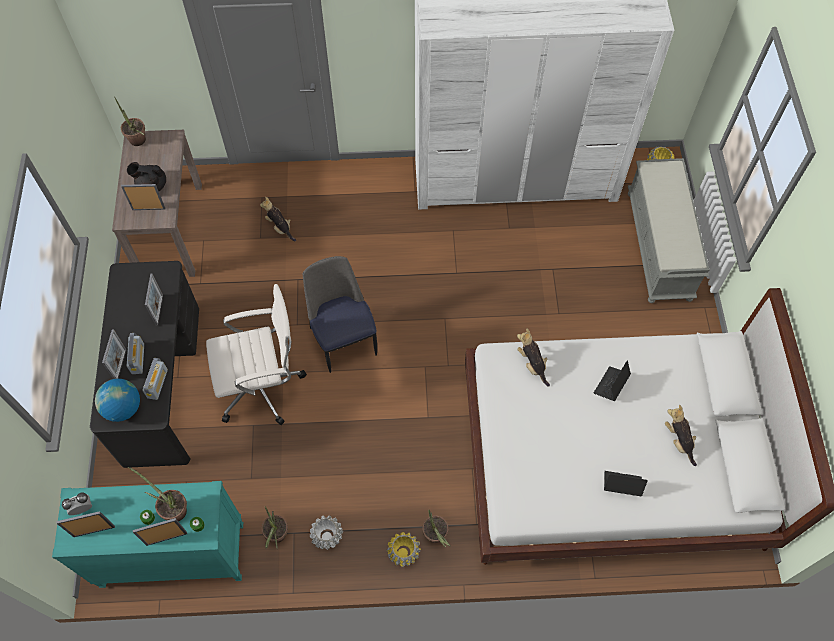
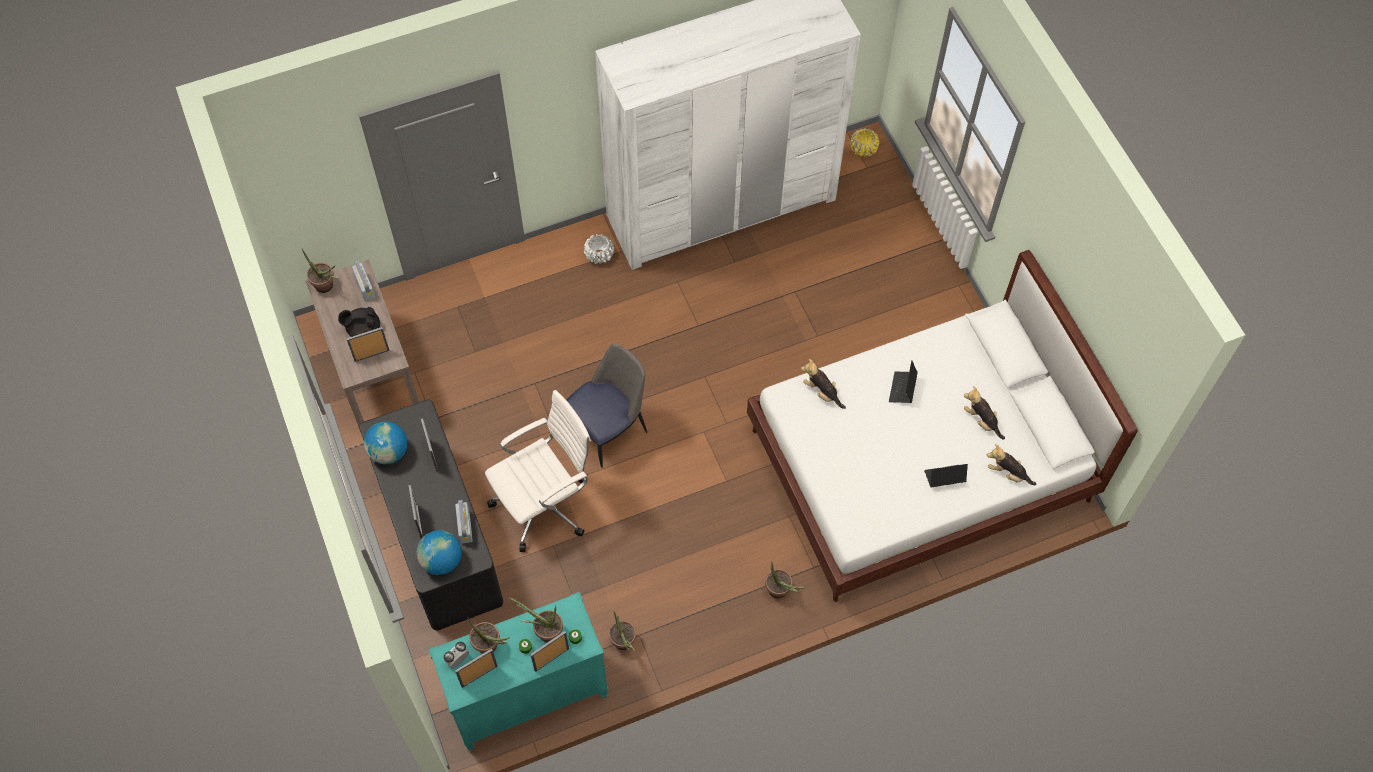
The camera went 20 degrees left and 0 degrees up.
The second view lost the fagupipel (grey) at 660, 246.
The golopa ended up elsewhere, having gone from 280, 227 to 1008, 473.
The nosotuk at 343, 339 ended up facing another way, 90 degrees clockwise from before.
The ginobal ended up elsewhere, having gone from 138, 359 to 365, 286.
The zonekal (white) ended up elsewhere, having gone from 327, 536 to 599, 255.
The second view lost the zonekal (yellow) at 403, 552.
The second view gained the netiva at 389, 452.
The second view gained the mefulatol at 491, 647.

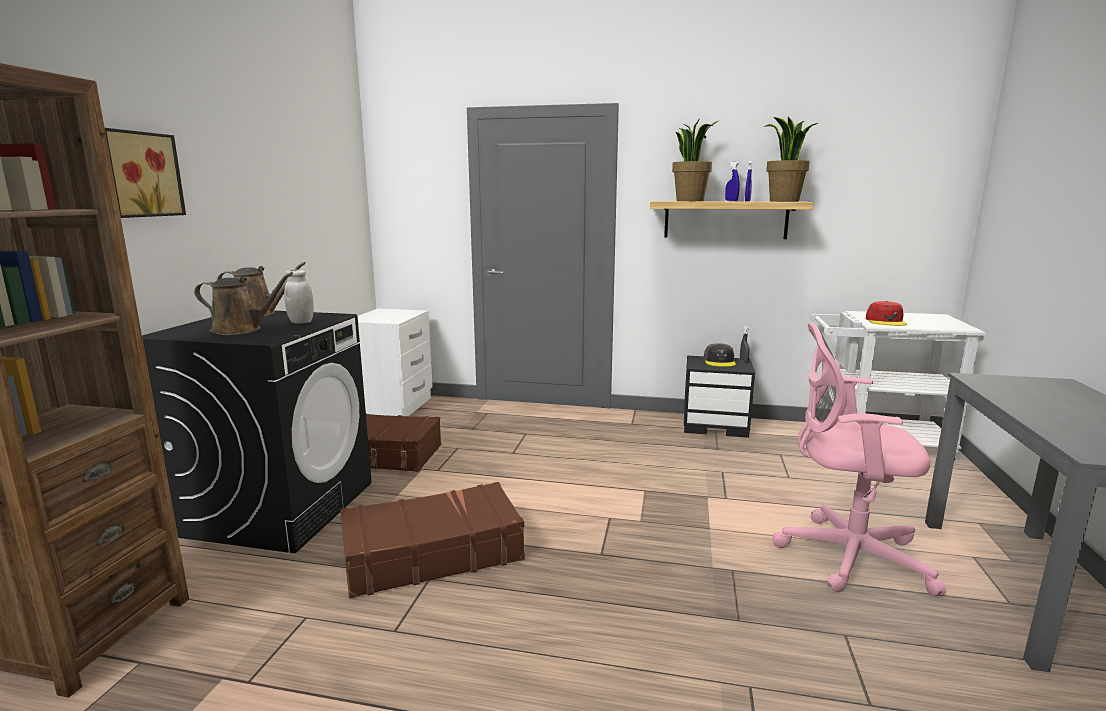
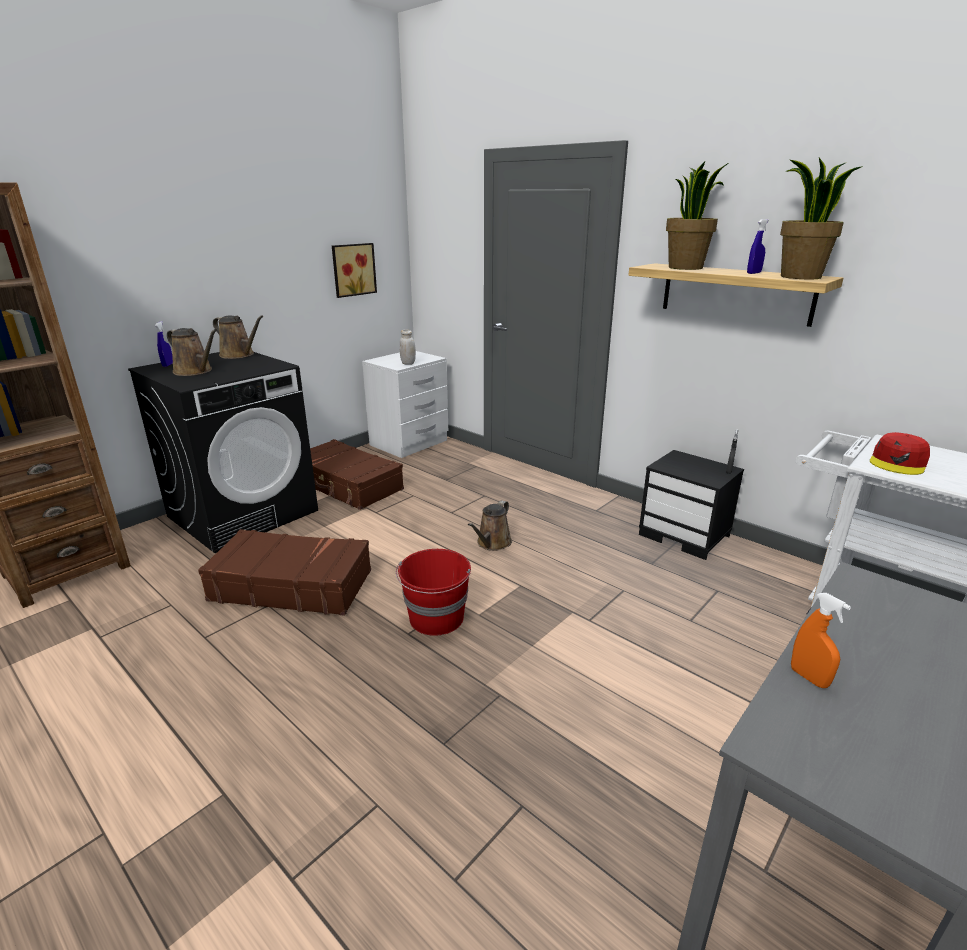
The camera went 30 degrees right and 10 degrees up.
The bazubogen ended up elsewhere, having gone from 140, 174 to 352, 269.
The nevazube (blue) ended up elsewhere, having gone from 731, 201 to 168, 365.
The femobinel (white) ended up elsewhere, having gone from 301, 322 to 408, 363.
The second view lost the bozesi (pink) at 845, 555.
The second view lost the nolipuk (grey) at 719, 361.
The second view gained the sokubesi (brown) at 492, 543.
The second view gained the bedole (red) at 436, 618.
The second view gained the nevazube (orange) at 808, 677.

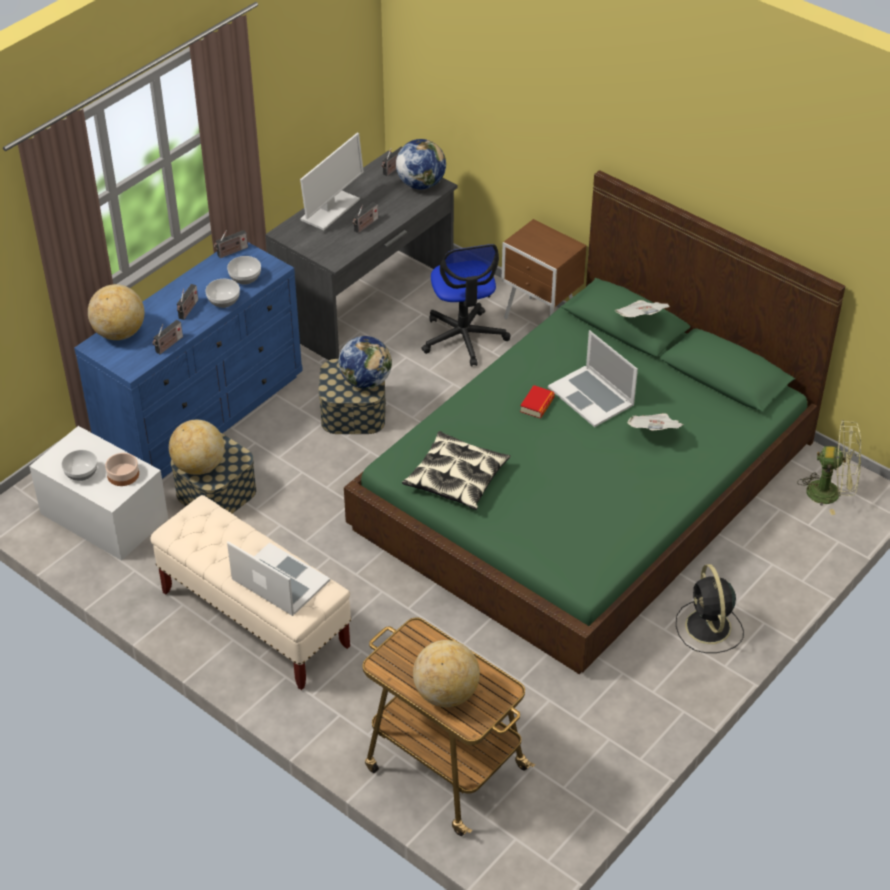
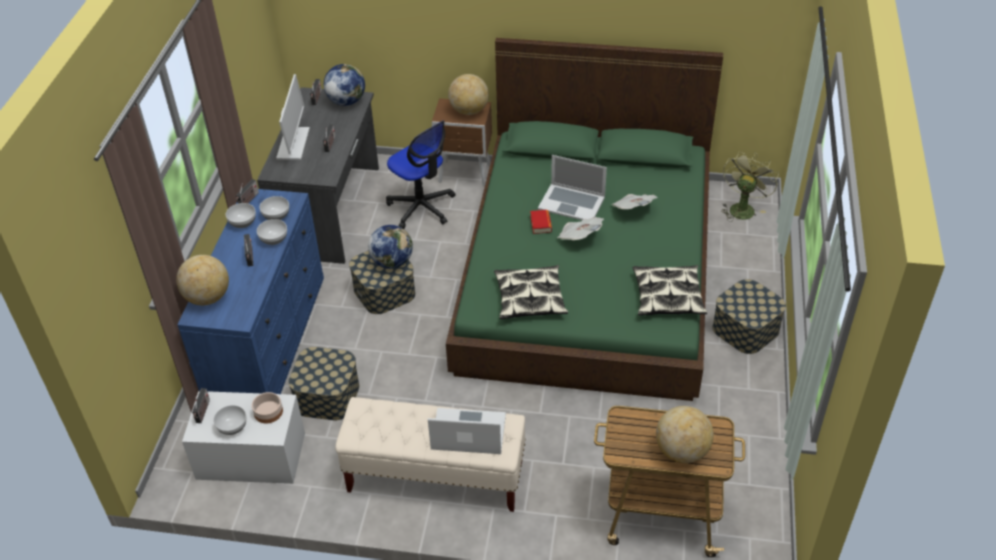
The camera went 30 degrees left and 0 degrees up.
The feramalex ended up elsewhere, having gone from 640, 319 to 579, 237.
The ginobal ended up elsewhere, having gone from 168, 345 to 203, 412.
The netiva ended up elsewhere, having gone from 199, 466 to 469, 111.
The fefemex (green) at 831, 493 ended up facing another way, 45 degrees counterclockwise from before.
Where the fefemex (black) stood at 708, 628, the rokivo came to stand at 745, 329.
The second view gained the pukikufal at 243, 222.
The second view gained the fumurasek at 667, 297.

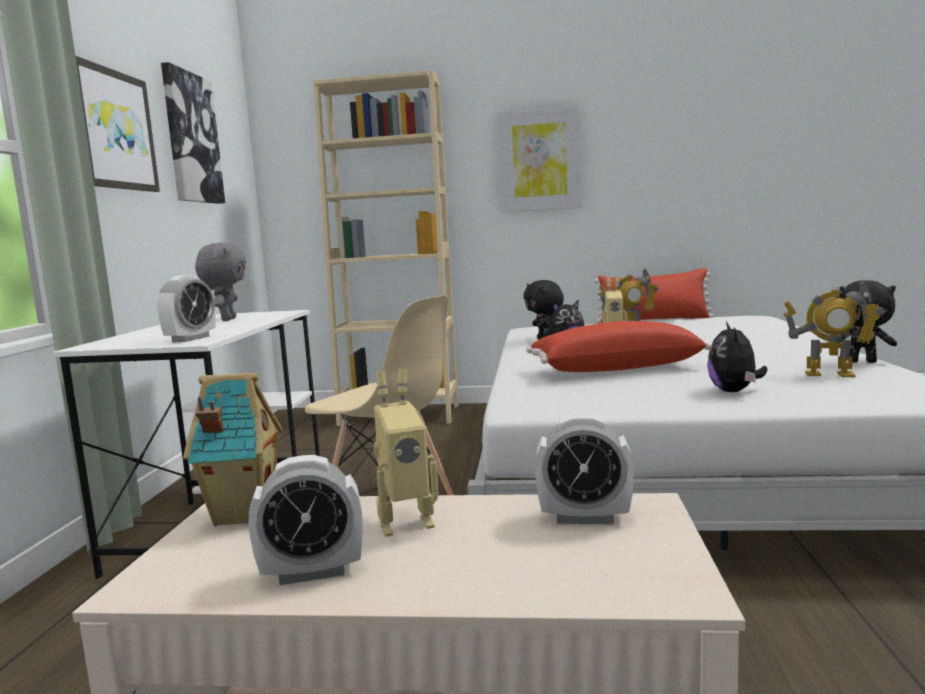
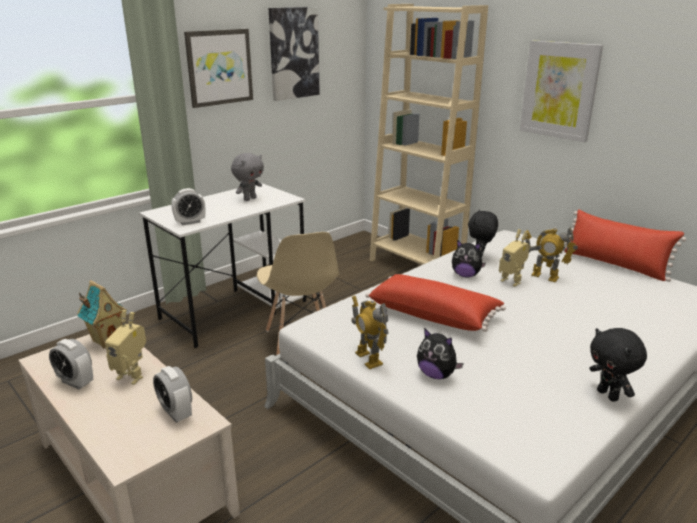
The camera went 40 degrees right and 15 degrees up.
The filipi ended up elsewhere, having gone from 829, 374 to 368, 359.
The golopa at 734, 391 ended up facing another way, 105 degrees counterclockwise from before.

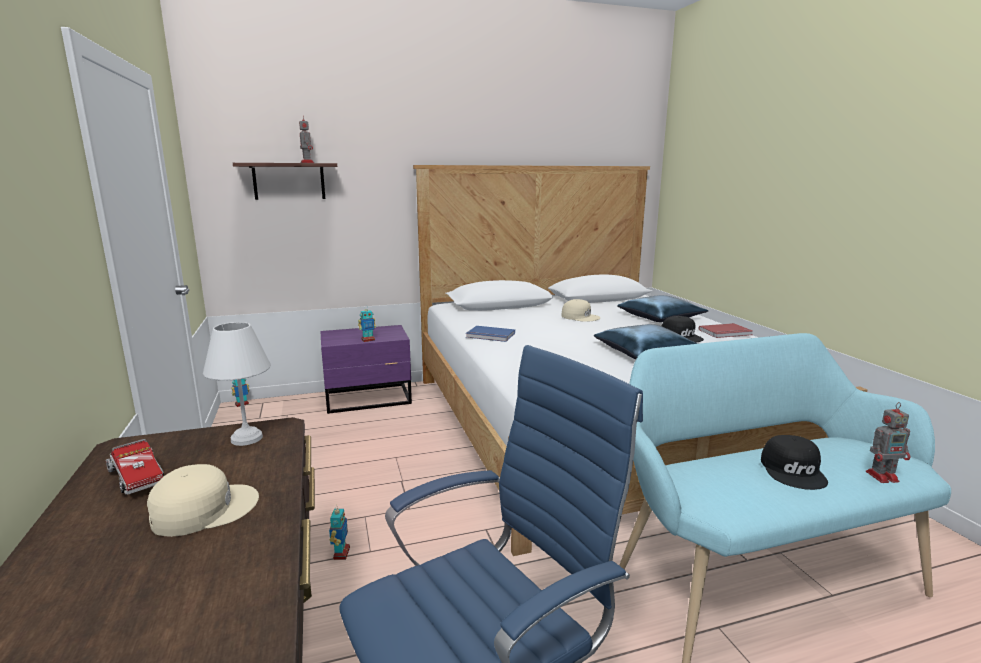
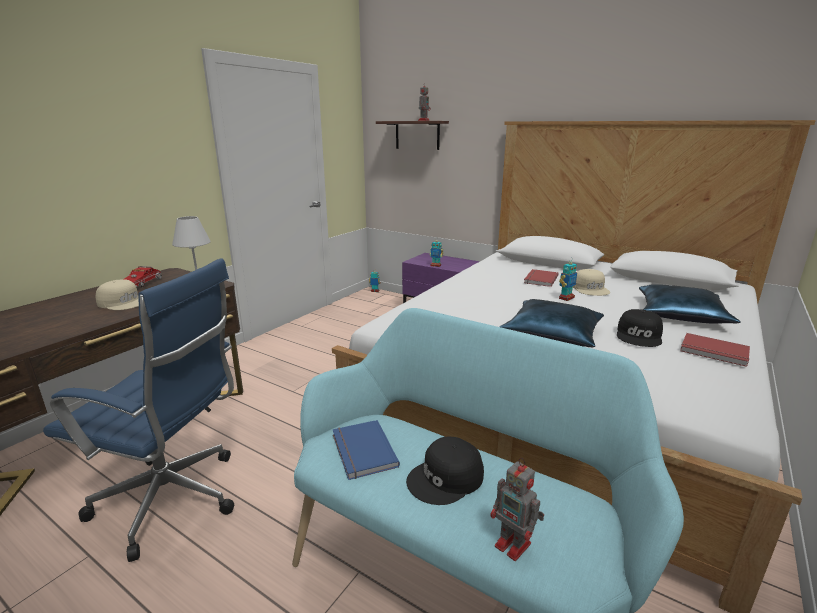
The camera went 50 degrees right and 5 degrees up.
The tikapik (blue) ended up elsewhere, having gone from 490, 336 to 362, 451.
The filipi ended up elsewhere, having gone from 341, 553 to 566, 298.
The second view gained the tikapik (red) at 539, 279.

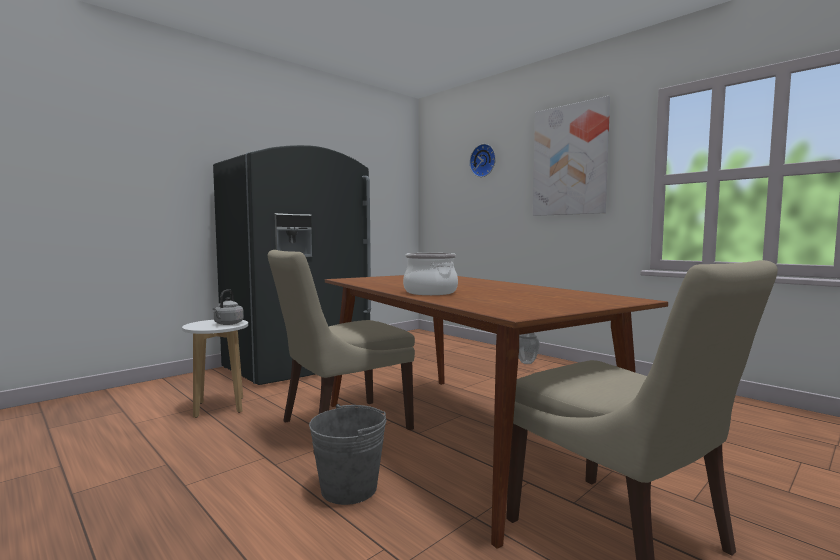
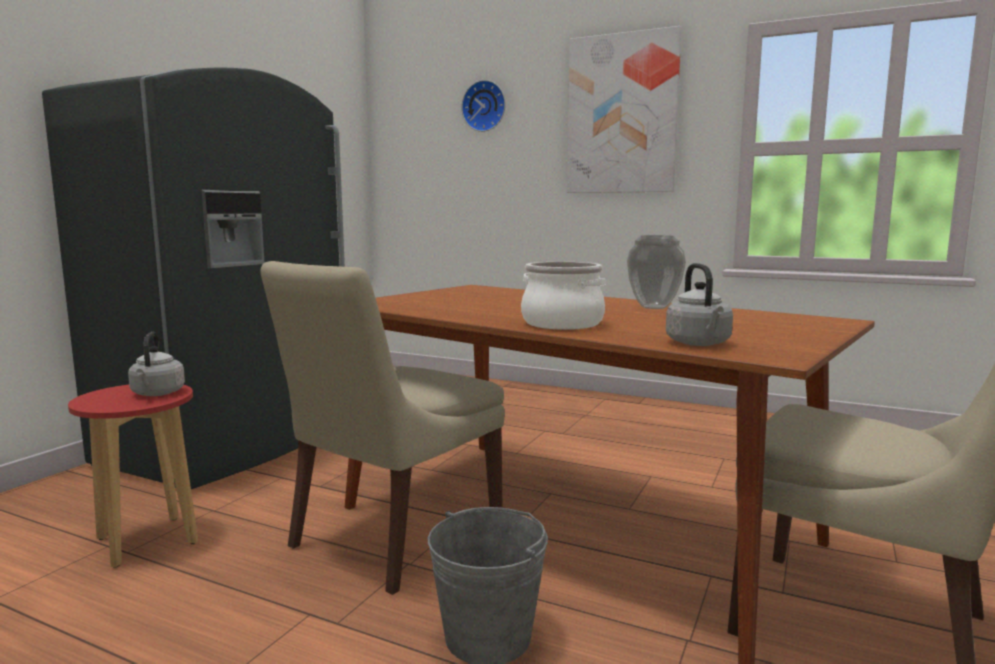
The camera went 20 degrees left and 5 degrees up.
What was the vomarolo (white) at 219, 407 turned into the vomarolo (red) at 147, 541.
The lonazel ended up elsewhere, having gone from 526, 363 to 653, 307.
The second view gained the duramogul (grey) at 699, 344.

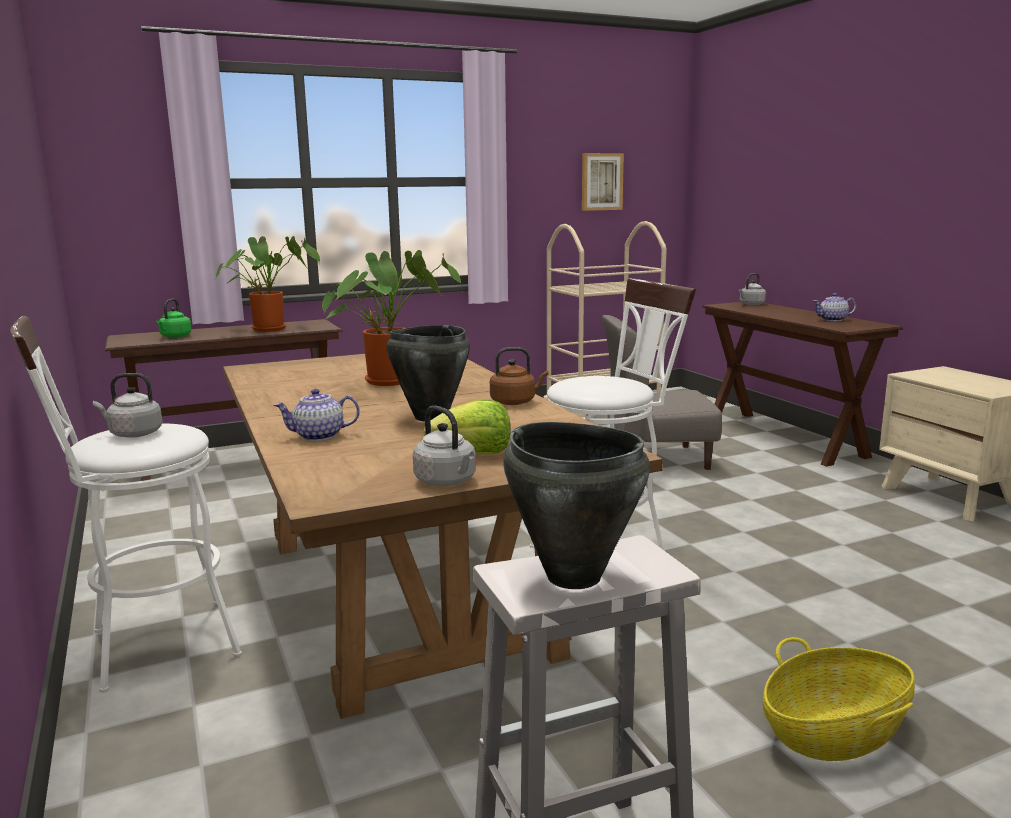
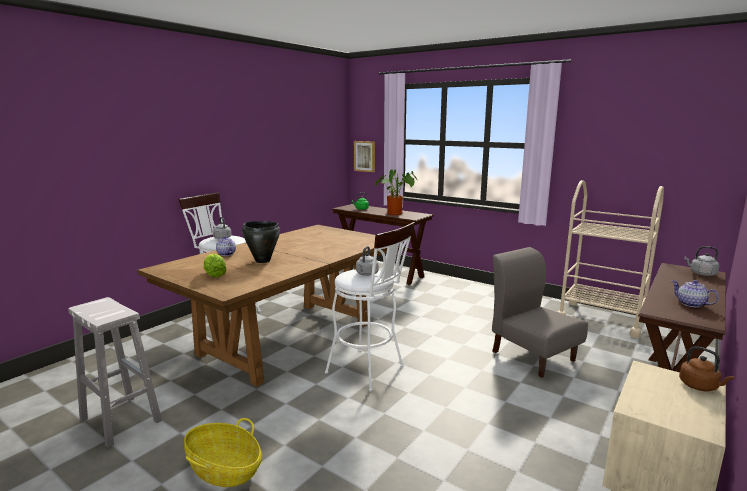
The camera went 60 degrees right and 0 degrees up.
The bazubogen ended up elsewhere, having gone from 601, 182 to 365, 156.
The second view lost the mefulatol at 392, 380.
The duramogul (brown) ended up elsewhere, having gone from 515, 402 to 700, 386.
The duramogul (grey) ended up elsewhere, having gone from 447, 482 to 366, 274.
The second view lost the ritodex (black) at 573, 576.

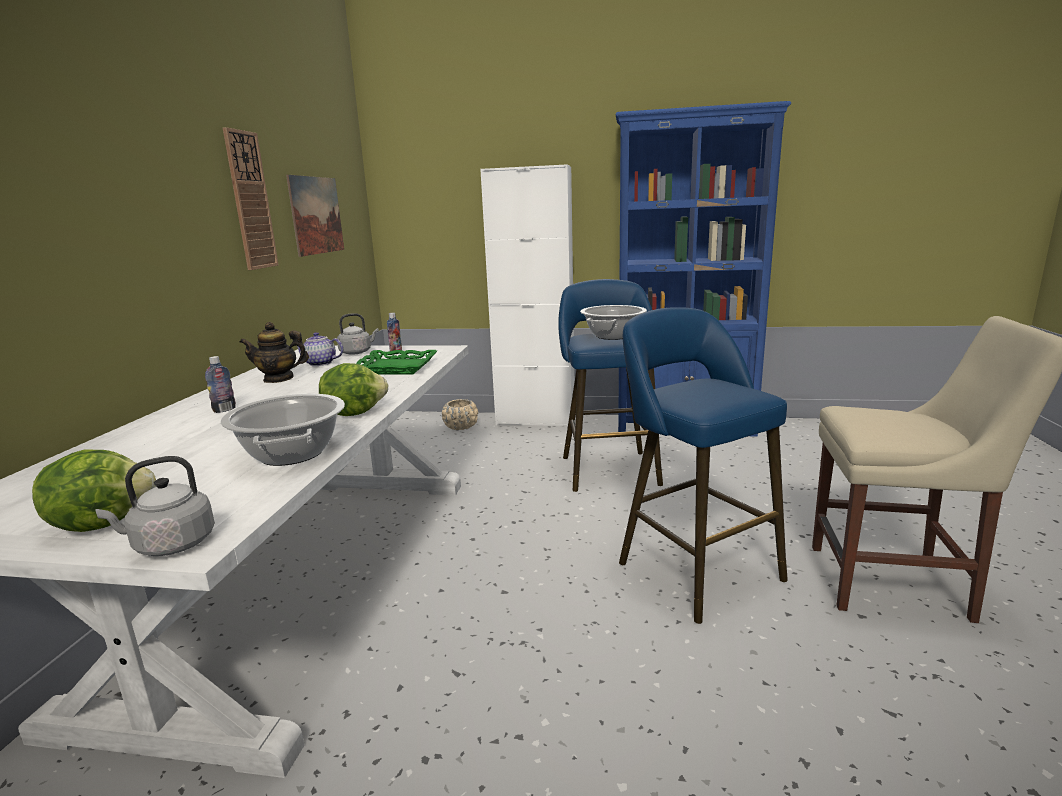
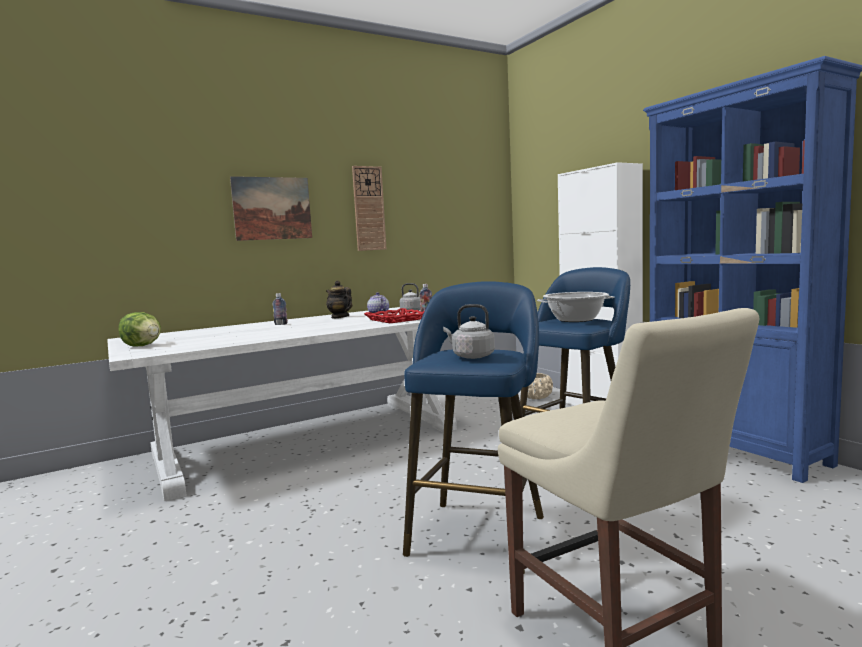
The camera went 50 degrees right and 10 degrees down.
The bazubogen ended up elsewhere, having gone from 316, 215 to 272, 208.
What was the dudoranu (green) at 395, 367 turned into the dudoranu (red) at 396, 319.
The second view lost the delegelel at 354, 413.
The second view lost the ritodex at 292, 453.
The duramogul (grey) ended up elsewhere, having gone from 170, 545 to 471, 356.

